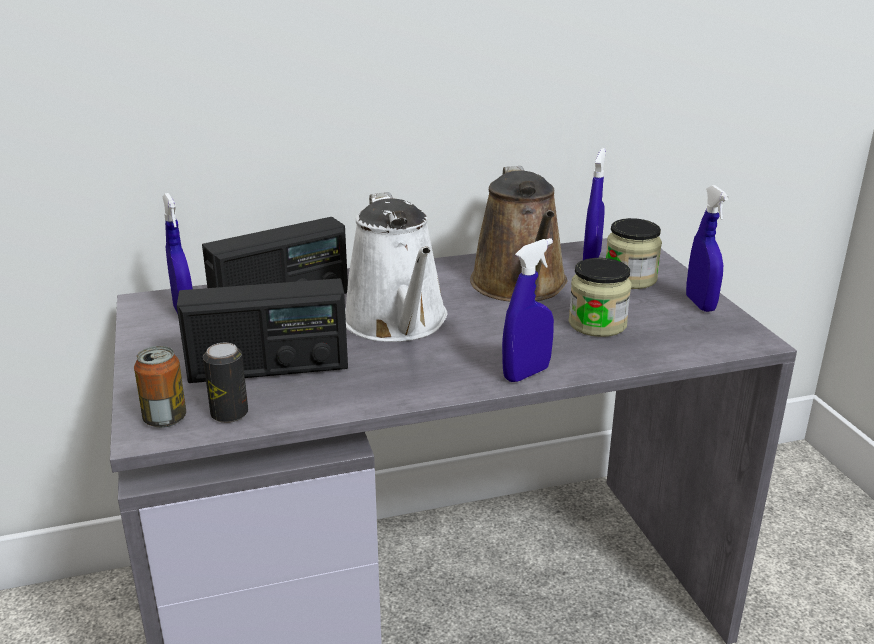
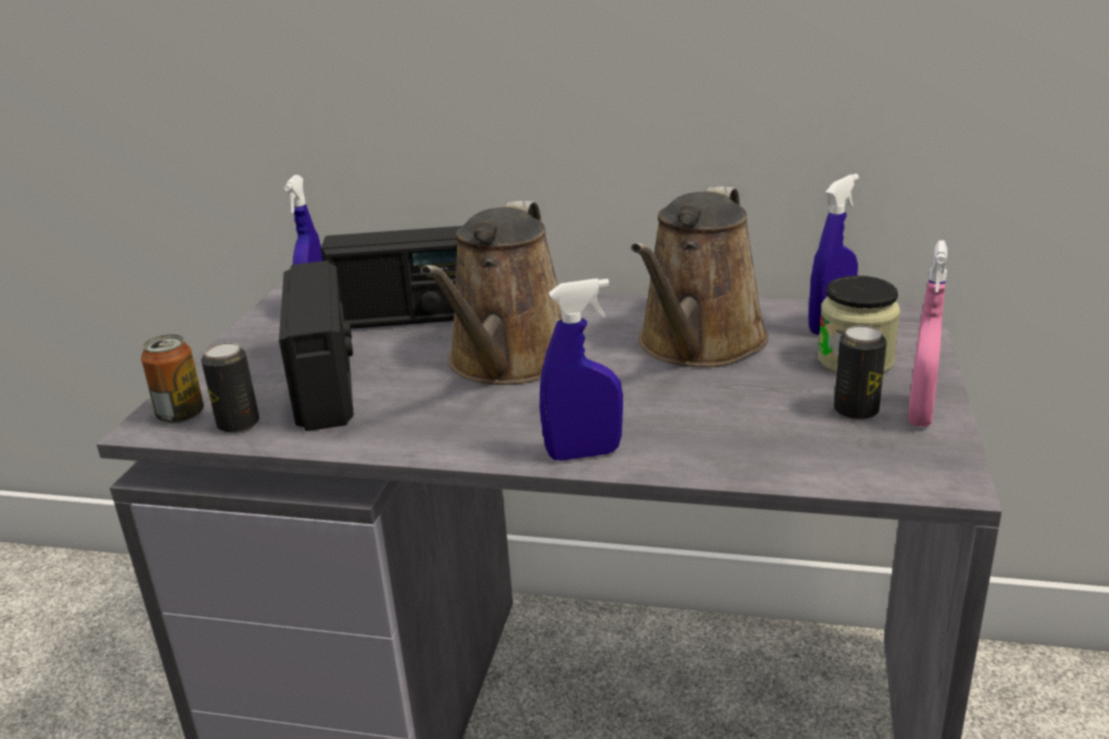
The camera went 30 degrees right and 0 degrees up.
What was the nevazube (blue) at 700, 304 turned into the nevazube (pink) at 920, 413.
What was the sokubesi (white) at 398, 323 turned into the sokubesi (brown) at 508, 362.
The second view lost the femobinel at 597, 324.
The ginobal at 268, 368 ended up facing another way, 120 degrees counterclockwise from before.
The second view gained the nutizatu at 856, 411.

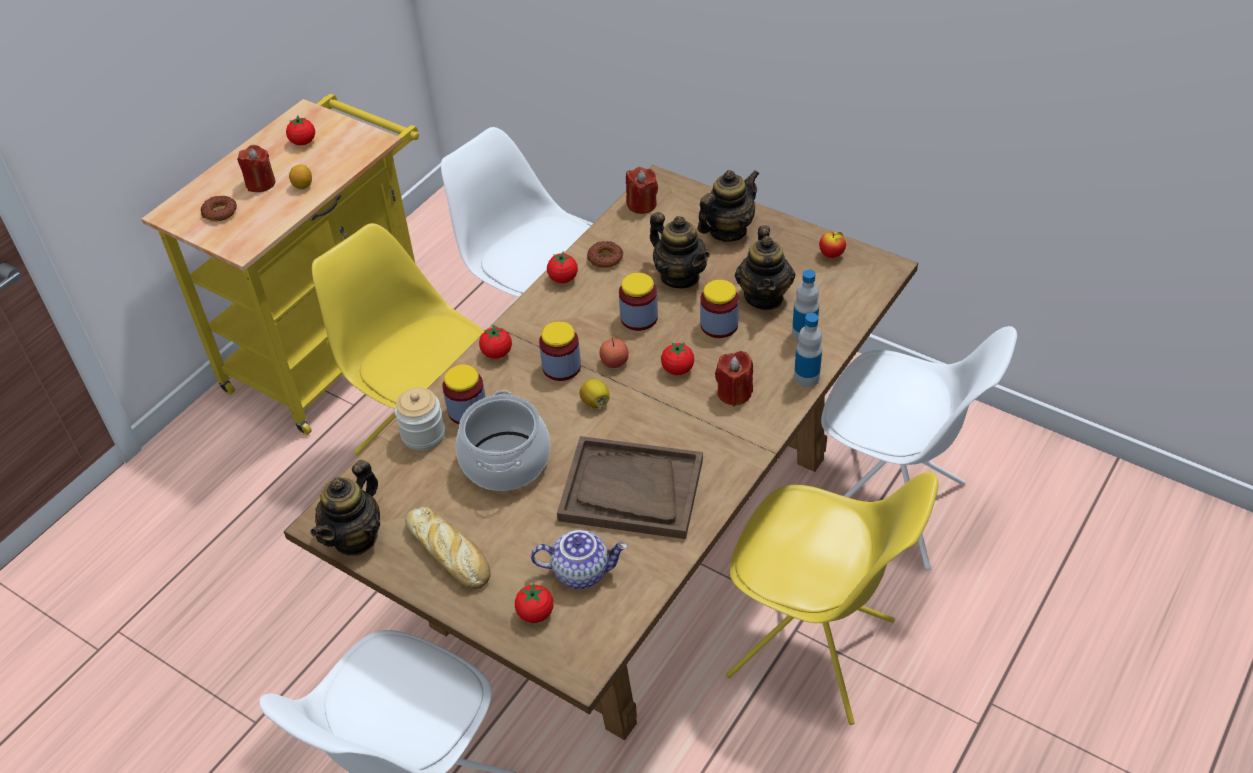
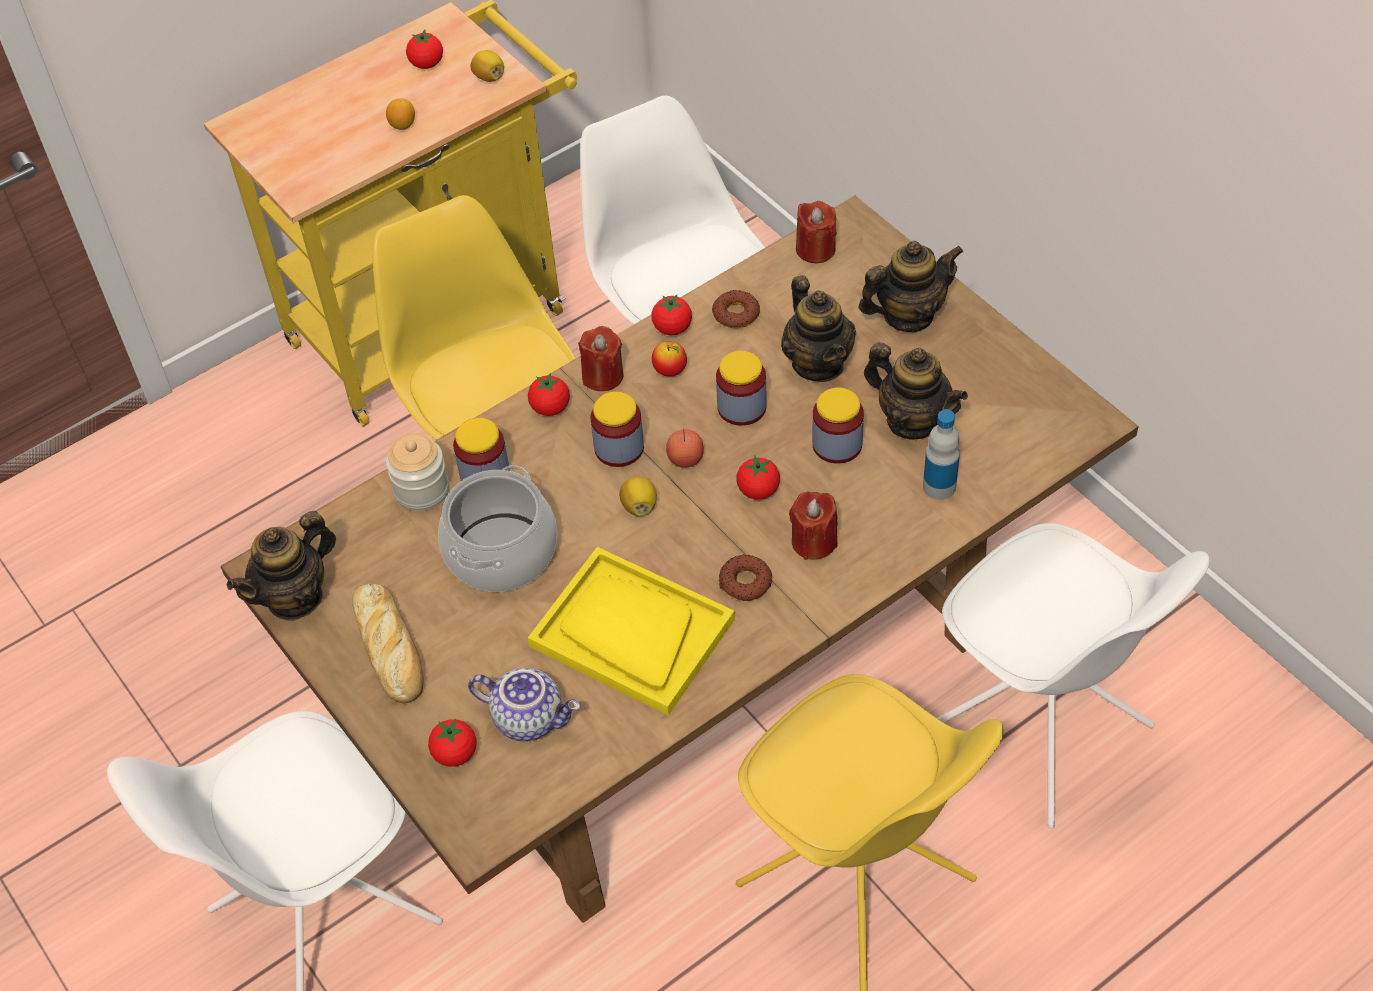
The camera went 20 degrees right and 5 degrees up.
The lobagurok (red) ended up elsewhere, having gone from 260, 183 to 602, 376.
The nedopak ended up elsewhere, having gone from 220, 212 to 745, 582.
The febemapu at 764, 296 ended up facing another way, 75 degrees counterclockwise from before.
The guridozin ended up elsewhere, having gone from 831, 255 to 670, 371.
The second view lost the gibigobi at 806, 377.
What was the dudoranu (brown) at 631, 490 turned into the dudoranu (yellow) at 631, 633.
The second view gained the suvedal at 489, 77.

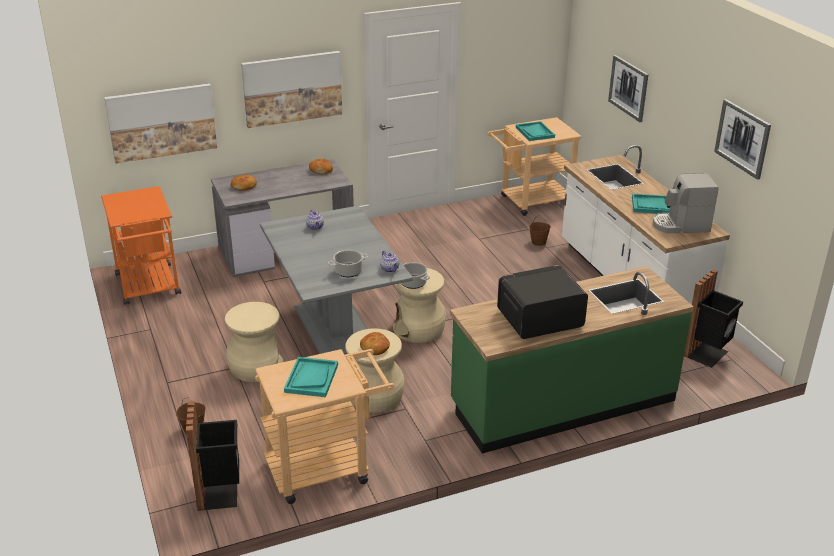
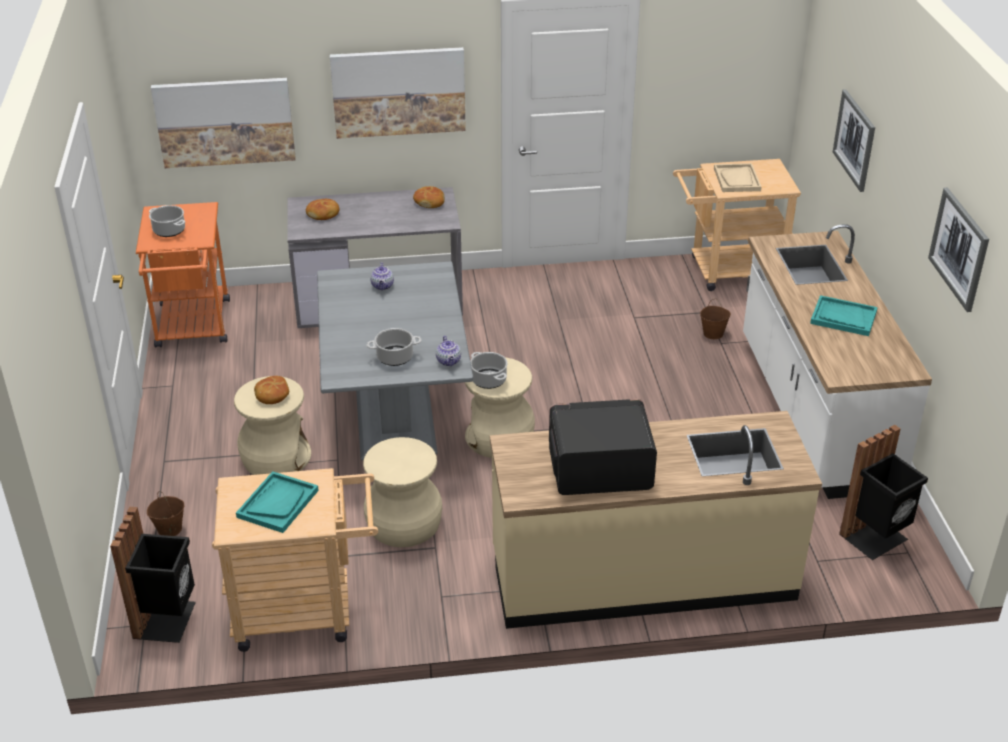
The camera went 15 degrees right and 5 degrees up.
What was the dudoranu (turquoise) at 535, 132 turned into the dudoranu (beige) at 737, 179.
The second view lost the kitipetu at 681, 225.
What was the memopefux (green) at 562, 402 turned into the memopefux (beige) at 642, 575.
The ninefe ended up elsewhere, having gone from 374, 348 to 272, 395.
The second view gained the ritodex at 169, 230.

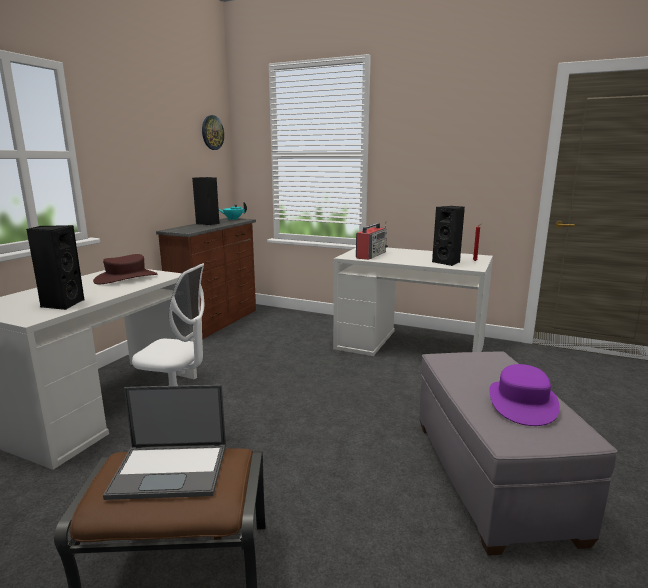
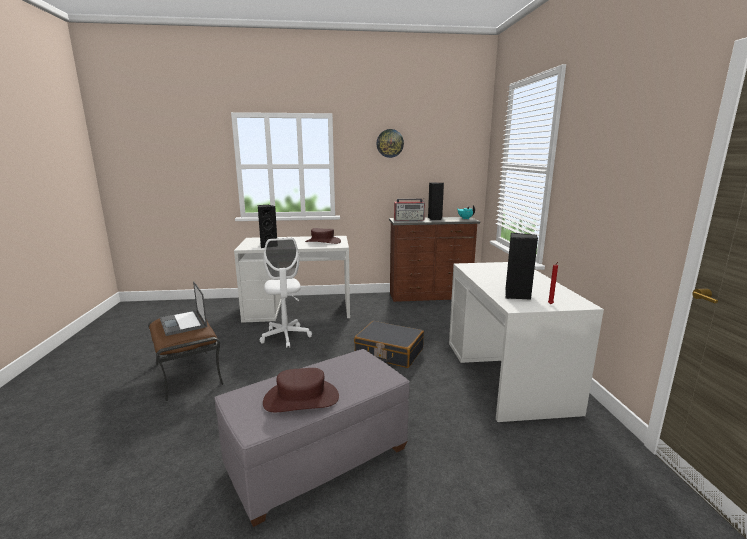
The camera went 60 degrees right and 0 degrees up.
The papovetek ended up elsewhere, having gone from 212, 132 to 390, 143.
The ginobal ended up elsewhere, having gone from 371, 255 to 409, 219.
What was the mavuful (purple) at 522, 403 turned into the mavuful (brown) at 301, 398.
The second view gained the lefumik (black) at 389, 352.

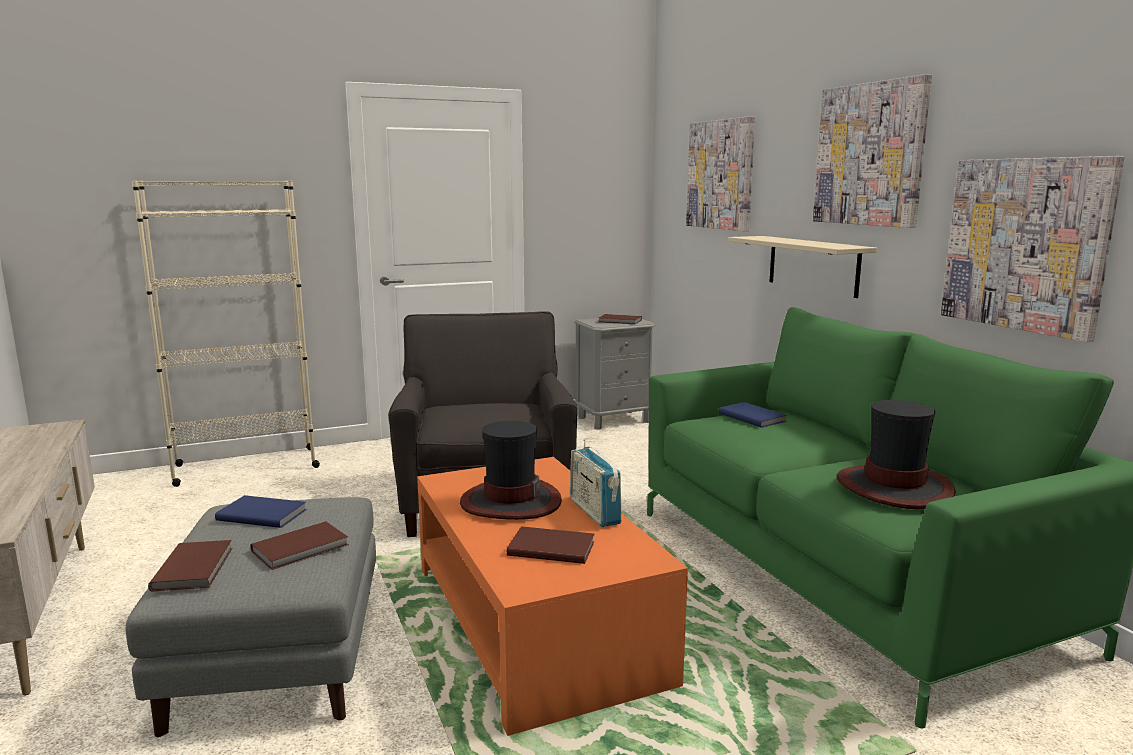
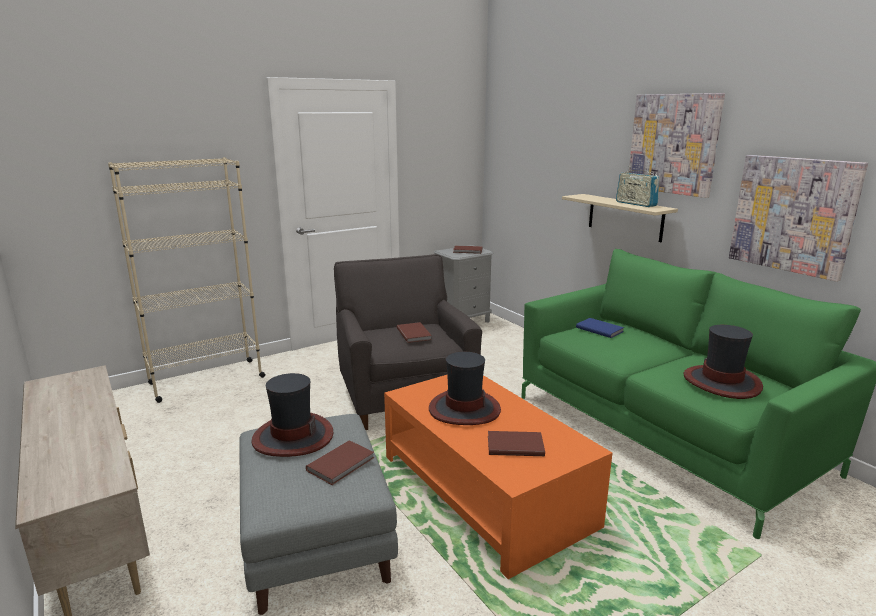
The camera went 10 degrees left and 5 degrees up.
The second view lost the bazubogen at 721, 175.
The ginobal ended up elsewhere, having gone from 594, 511 to 635, 204.
Where the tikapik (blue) stood at 262, 514, the mavuful came to stand at 292, 437.
The tikapik (brown) ended up elsewhere, having gone from 196, 568 to 414, 334.

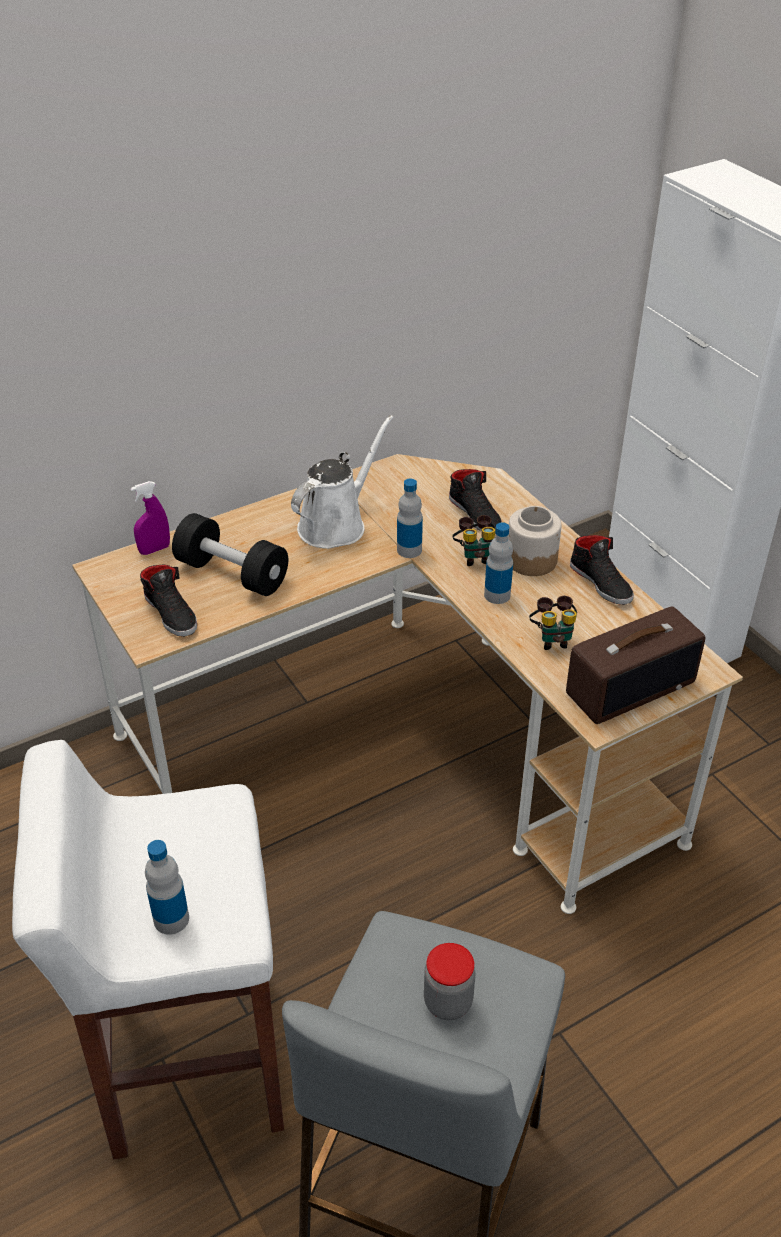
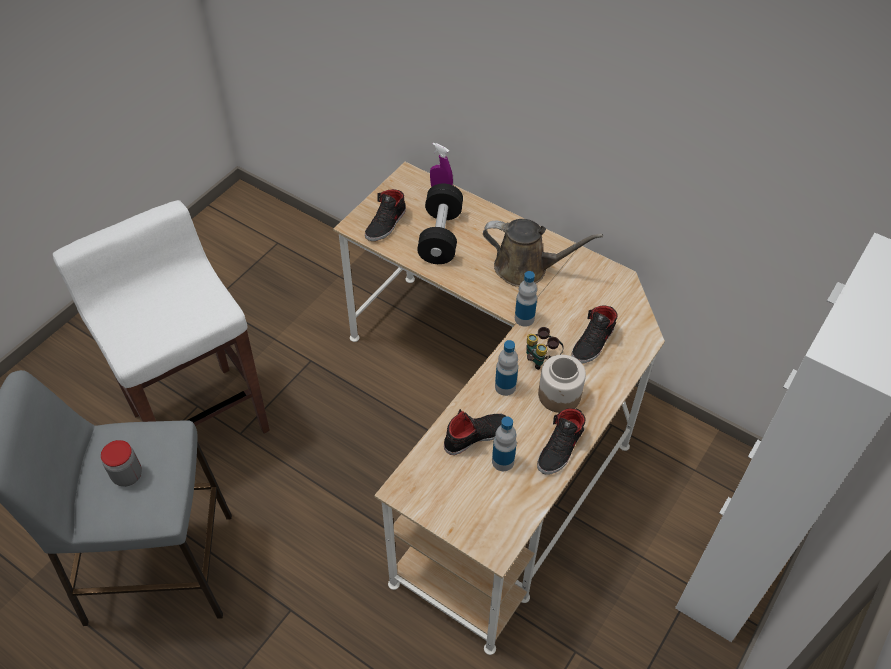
The camera went 65 degrees right and 10 degrees up.
What was the sokubesi (white) at 336, 524 turned into the sokubesi (brown) at 526, 268.
Where the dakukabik stood at 552, 638, the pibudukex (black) came to stand at 476, 435.
The second view lost the ginobal at 630, 687.
The gibigobi ended up elsewhere, having gone from 171, 919 to 503, 461.

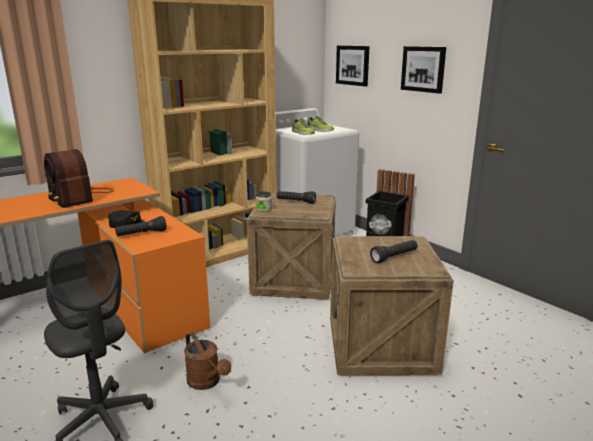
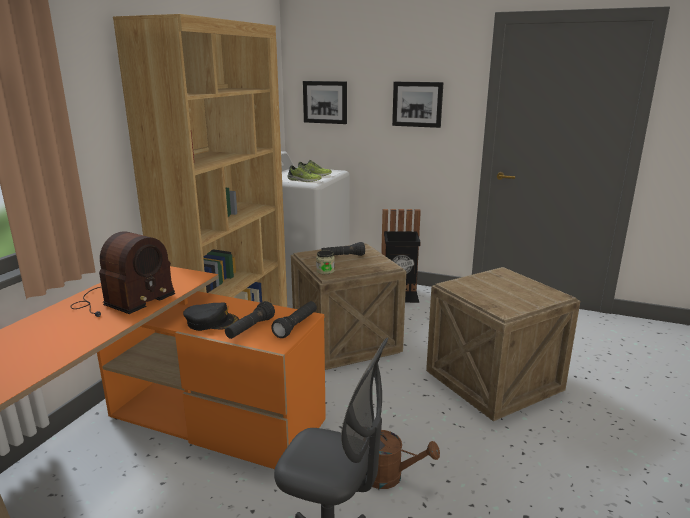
The camera went 30 degrees left and 0 degrees up.
The ginobal at 78, 197 ended up facing another way, 75 degrees counterclockwise from before.
The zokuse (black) ended up elsewhere, having gone from 394, 257 to 296, 326.

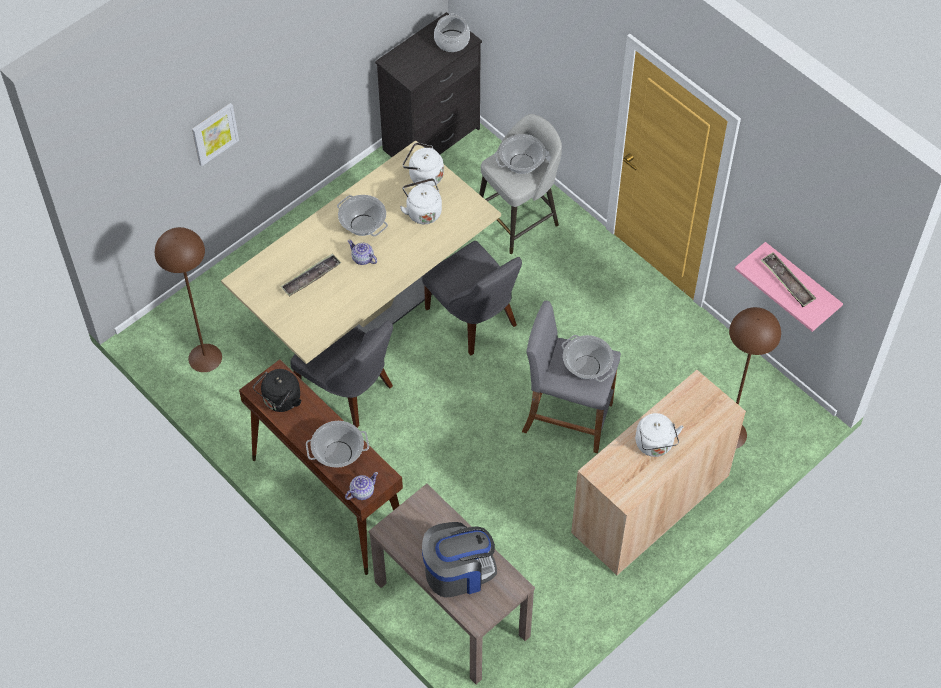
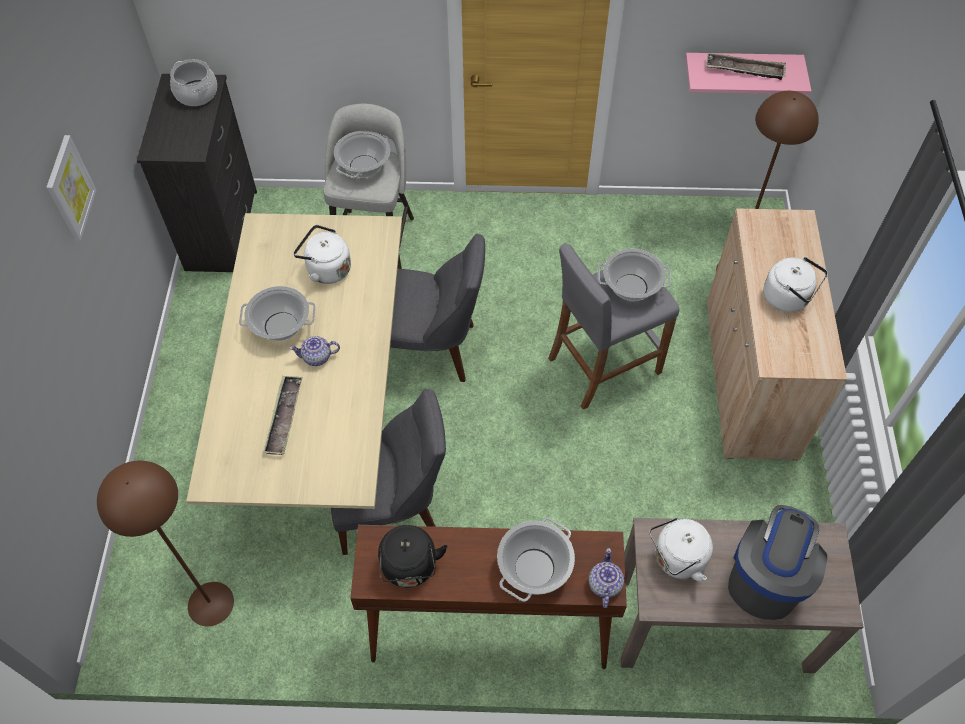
The camera went 45 degrees left and 0 degrees up.
The bazubogen ended up elsewhere, having gone from 214, 133 to 69, 188.
The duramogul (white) ended up elsewhere, having gone from 423, 176 to 676, 559.

